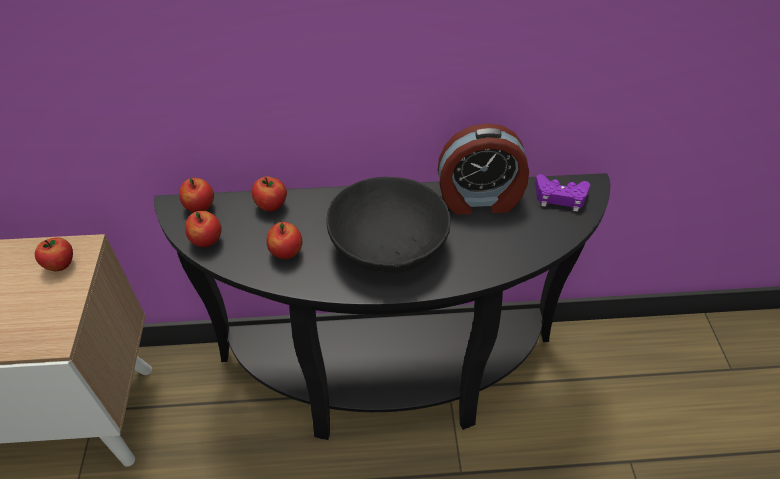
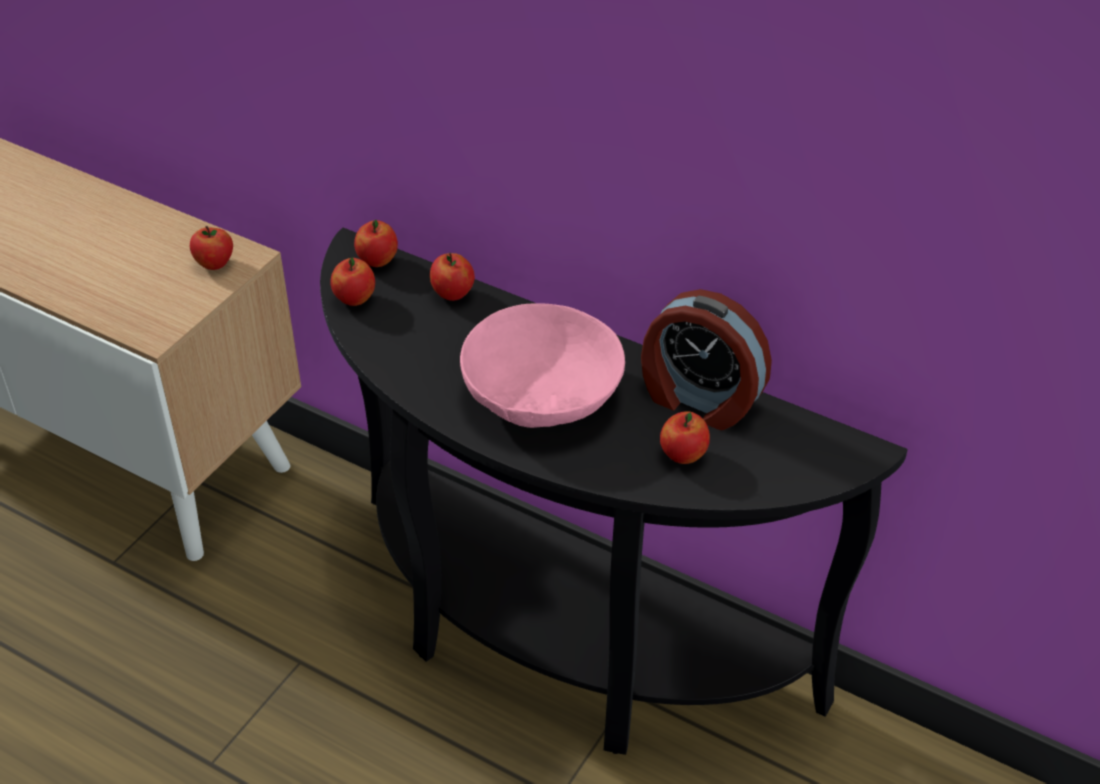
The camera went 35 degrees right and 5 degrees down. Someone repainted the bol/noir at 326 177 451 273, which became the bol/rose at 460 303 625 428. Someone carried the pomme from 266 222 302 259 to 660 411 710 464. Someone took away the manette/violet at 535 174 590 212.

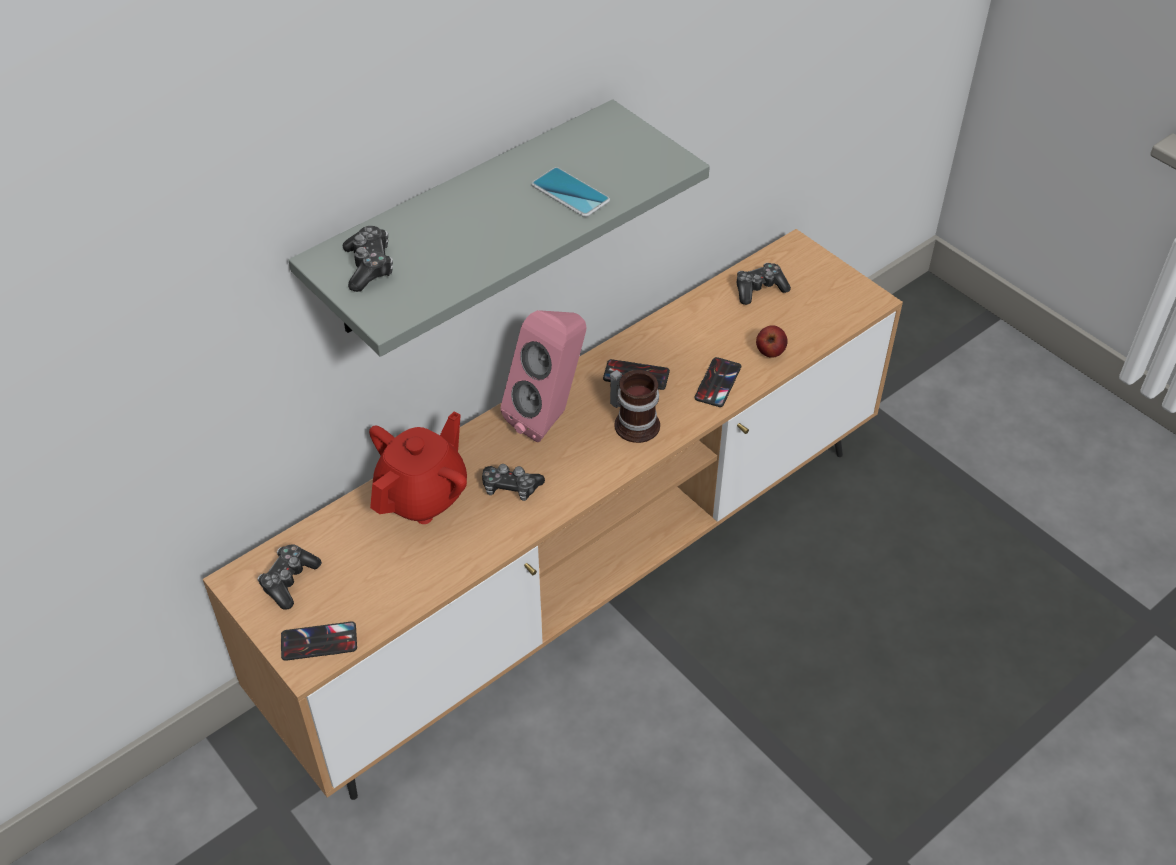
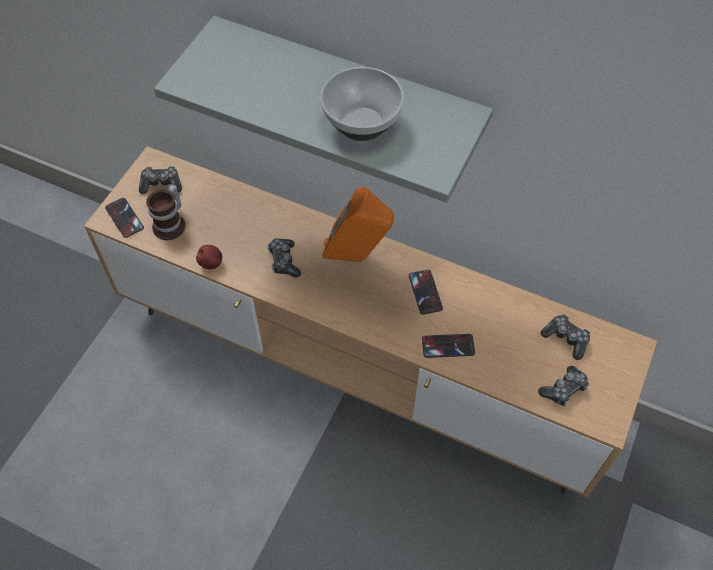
The camera went 65 degrees right and 10 degrees up. Someone carried the mug from 610 370 660 443 to 146 184 186 240. Someone carried the pomme from 756 325 788 358 to 196 245 222 269. Someone swapped the téléphone at 532 167 610 217 for the bol at 320 67 404 141. Someone repainted the enceinte/rose at 501 310 587 442, which became the enceinte/orange at 322 187 394 262. Someone carried the manette from 343 226 393 292 to 538 366 589 406. Someone took away the théière/rouge at 369 412 467 524.

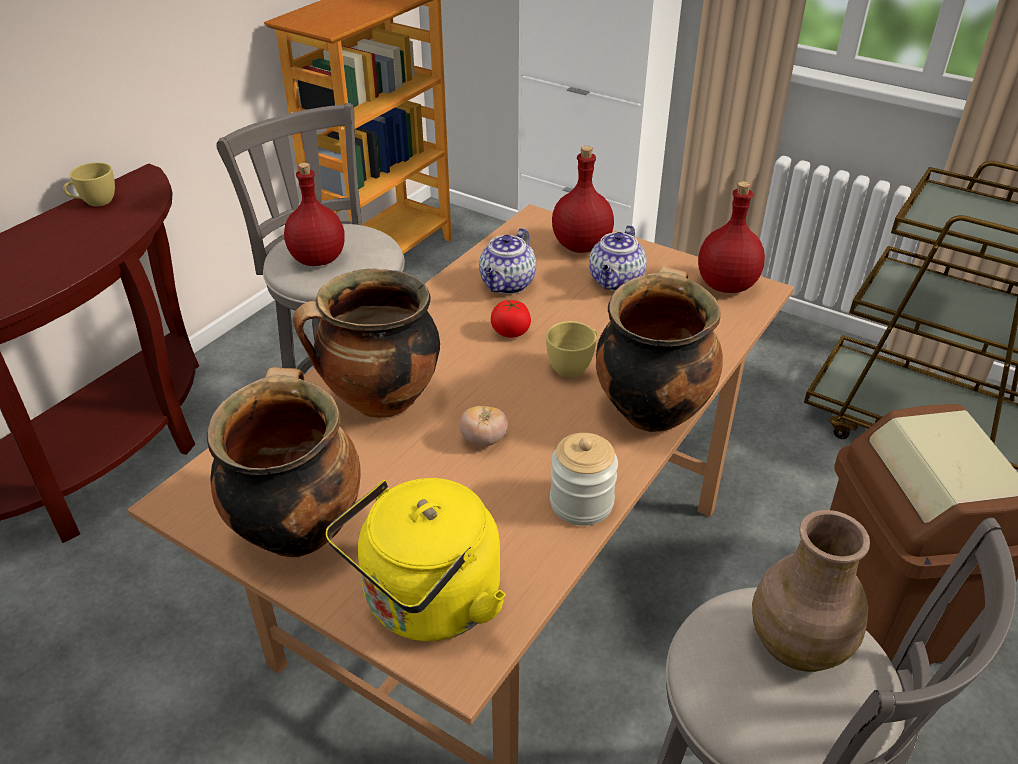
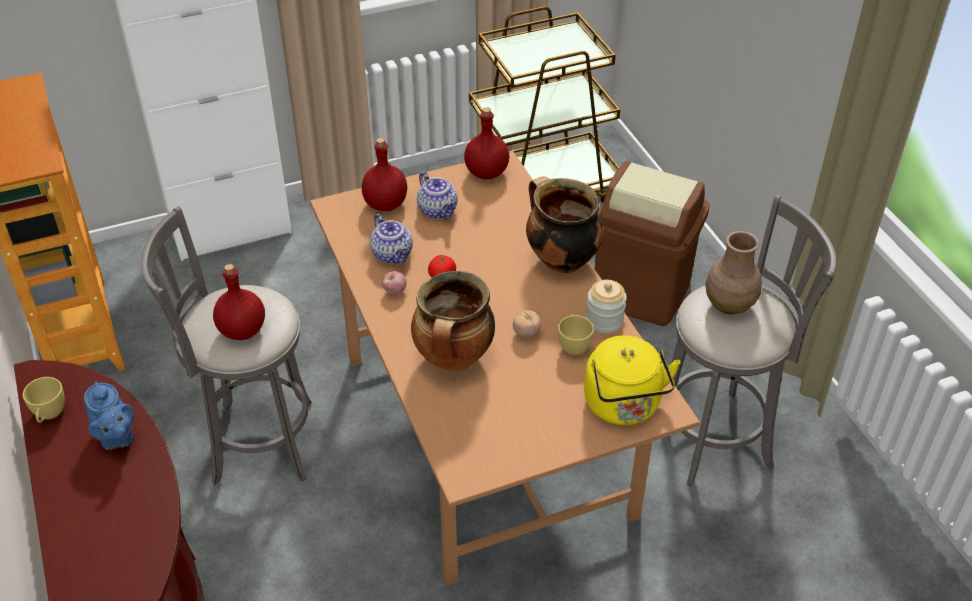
The camera went 55 degrees left and 5 degrees up. Someone put down the théière/bleu at 84 381 134 450. Someone put down the pomme at 382 271 407 294. Someone carried the tasse/jaune from 546 321 598 377 to 558 315 594 355. Someone took away the marmite at 207 367 361 558.

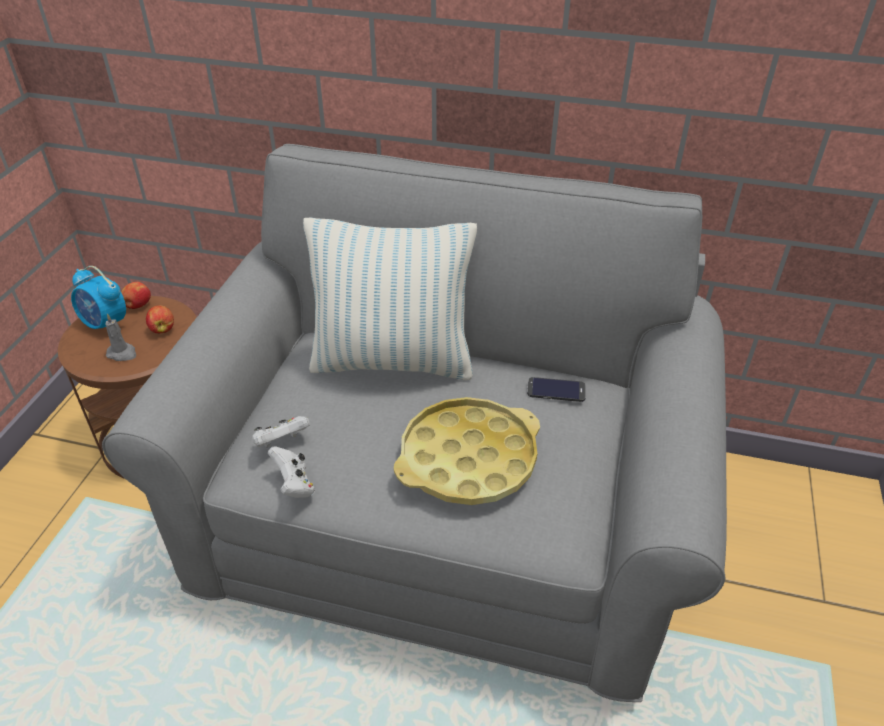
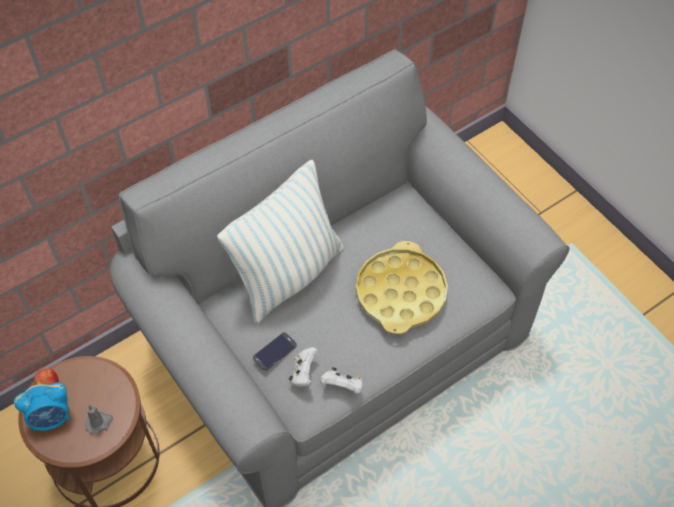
The camera went 50 degrees left and 15 degrees up. Someone carried the téléphone from 527 377 586 402 to 253 332 297 370. Someone took away the pomme at 146 305 174 334.

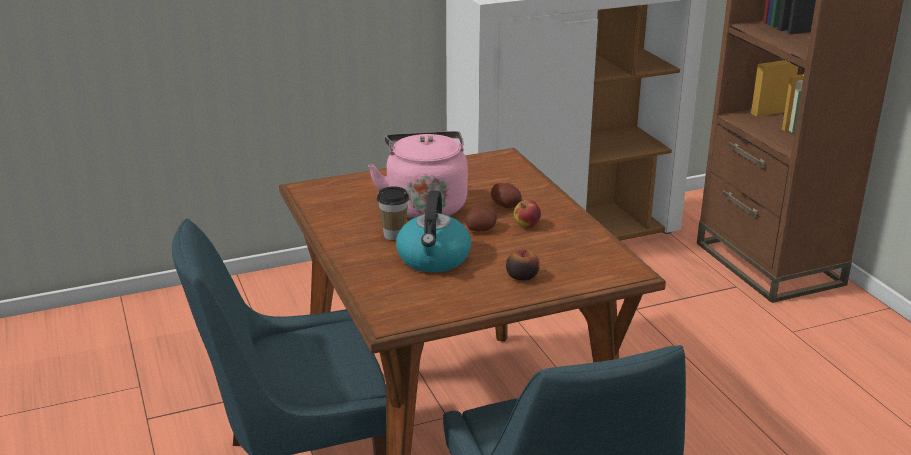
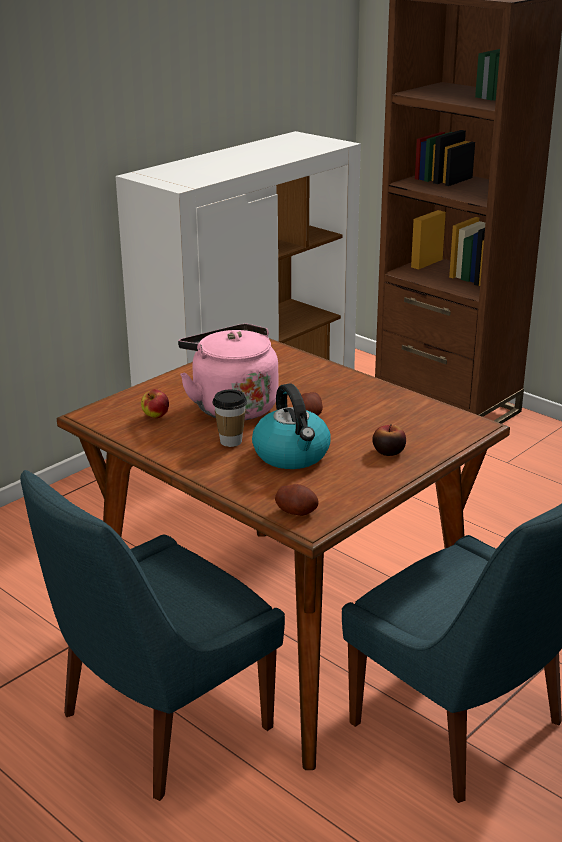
The camera went 25 degrees left and 0 degrees up. Someone carried the pomme from 514 200 541 228 to 141 389 169 418. Someone carried the pomme de terre from 491 183 522 208 to 275 484 319 516.

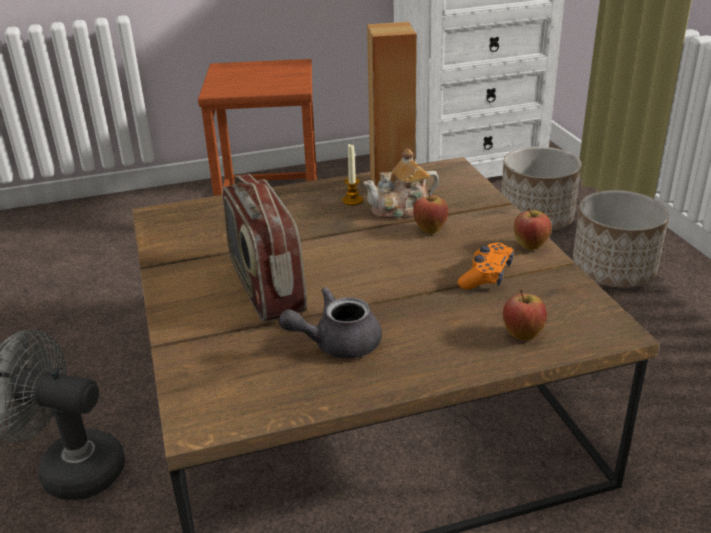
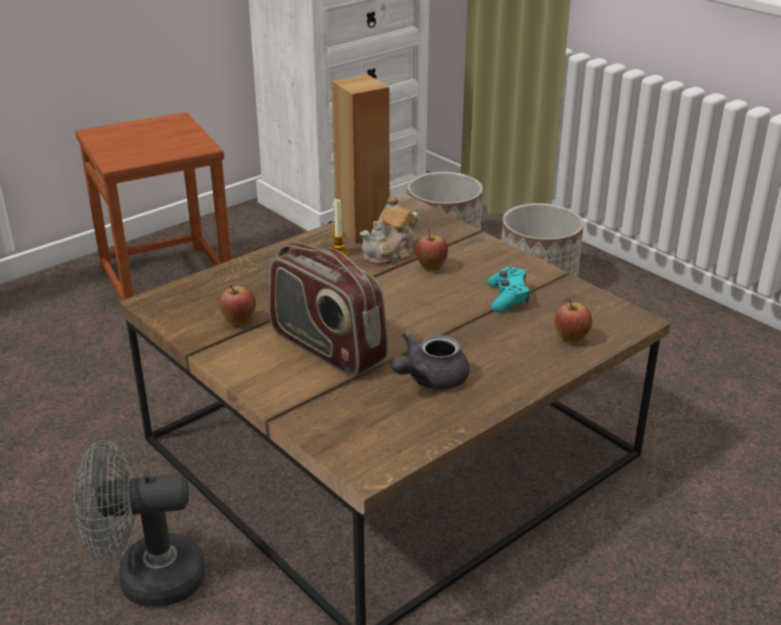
The camera went 25 degrees left and 0 degrees up. Someone carried the pomme from 514 207 552 250 to 219 285 256 325. Someone repainted the manette/orange at 458 243 514 289, which became the manette/turquoise at 487 267 530 312.

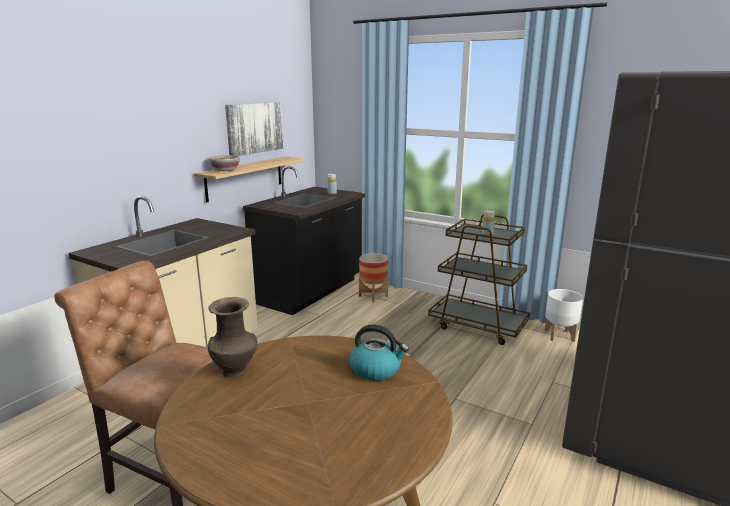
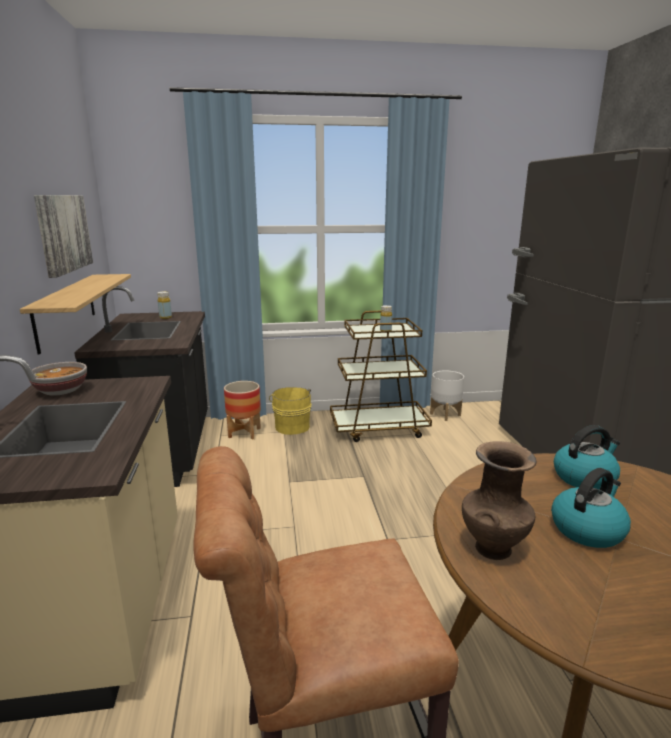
The camera went 40 degrees left and 0 degrees up. Someone carried the bol from 209 155 240 171 to 29 362 87 396. Someone put down the seau/jaune at 269 387 312 435. Someone put down the bouilloire at 551 468 631 548.

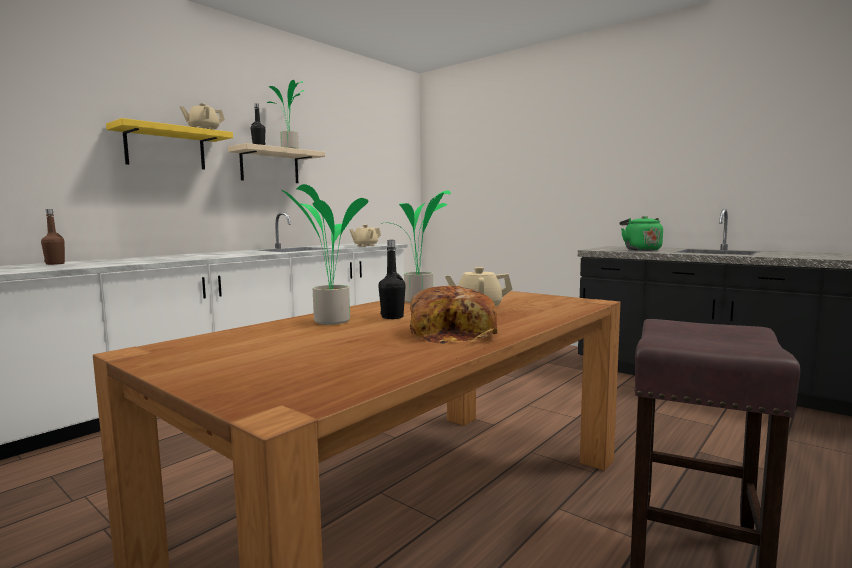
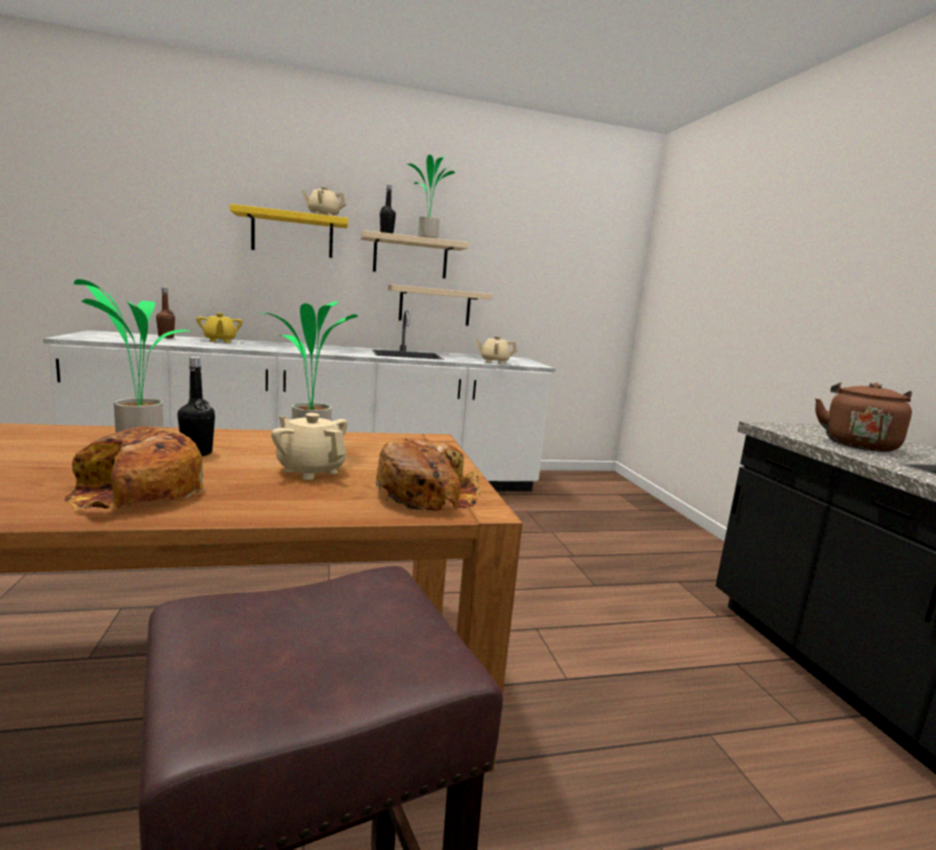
The camera went 35 degrees right and 5 degrees up. Someone put down the théière/jaune at 196 313 243 343. Someone put down the pain at 376 438 481 511. Someone put up the étagère/beige at 388 285 492 326. Someone repainted the bouilloire/vert at 619 216 663 251, which became the bouilloire/marron at 815 383 912 452.

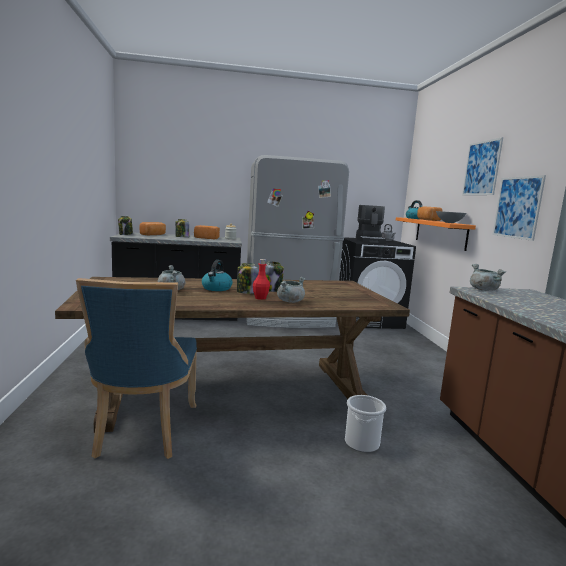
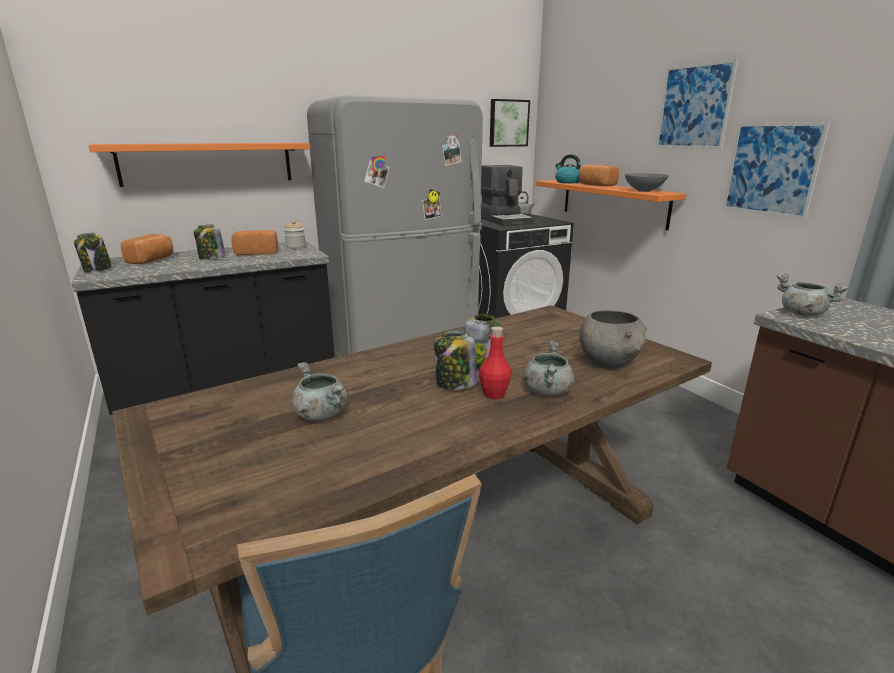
The camera went 20 degrees left and 10 degrees up. Someone put up the étagère/orange at 88 143 311 187. Someone put up the tableau at 490 99 530 147. Someone put down the bol/gris at 579 310 647 369. Someone took away the bouilloire at 202 260 233 291. Someone took away the seau at 345 395 386 453.

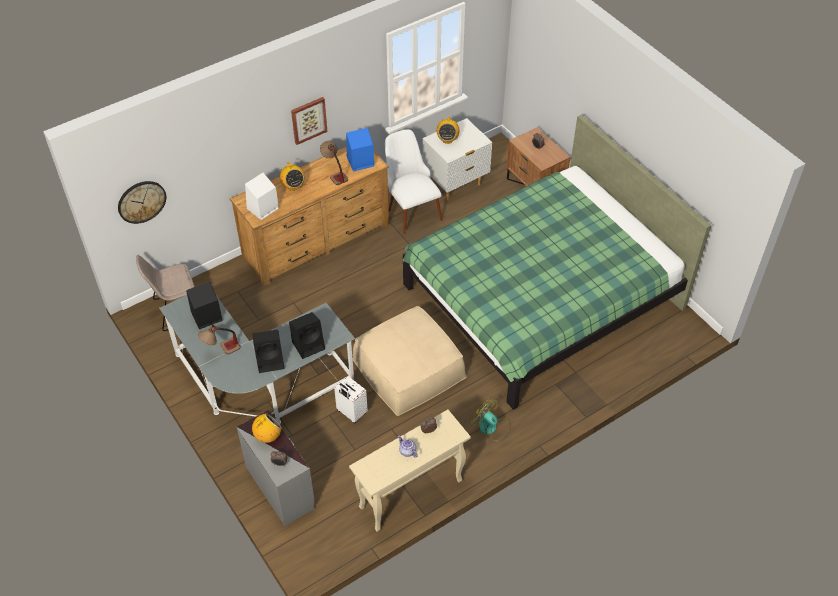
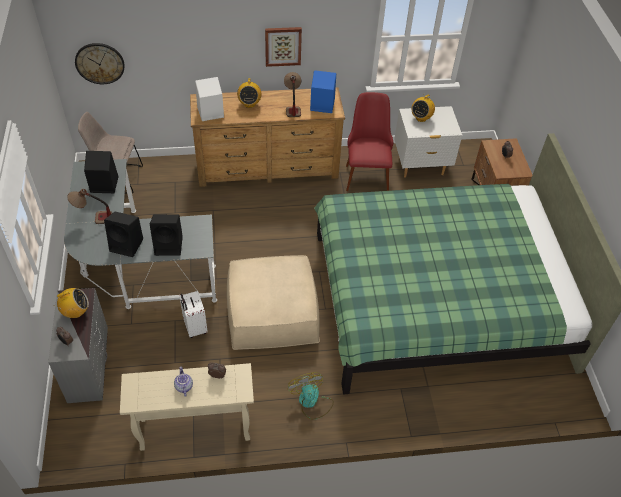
The camera went 25 degrees right and 0 degrees up. Someone repainted the chaise/blanc at 385 130 442 234, which became the chaise/rouge at 346 92 393 191.

